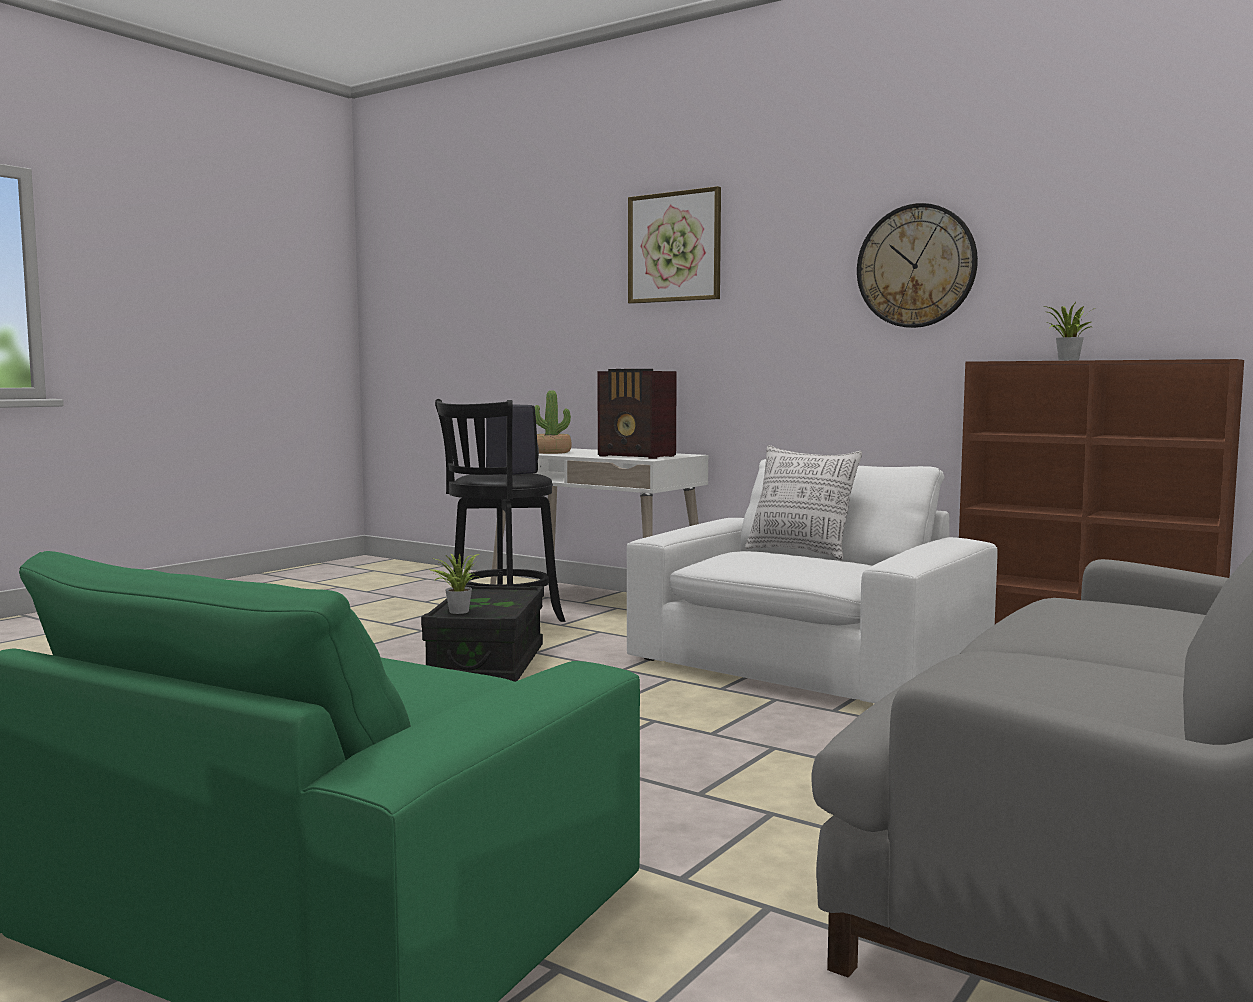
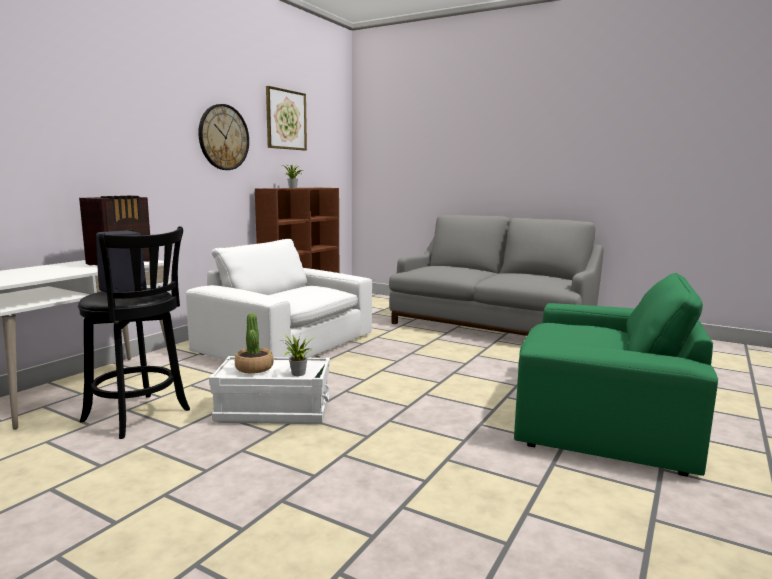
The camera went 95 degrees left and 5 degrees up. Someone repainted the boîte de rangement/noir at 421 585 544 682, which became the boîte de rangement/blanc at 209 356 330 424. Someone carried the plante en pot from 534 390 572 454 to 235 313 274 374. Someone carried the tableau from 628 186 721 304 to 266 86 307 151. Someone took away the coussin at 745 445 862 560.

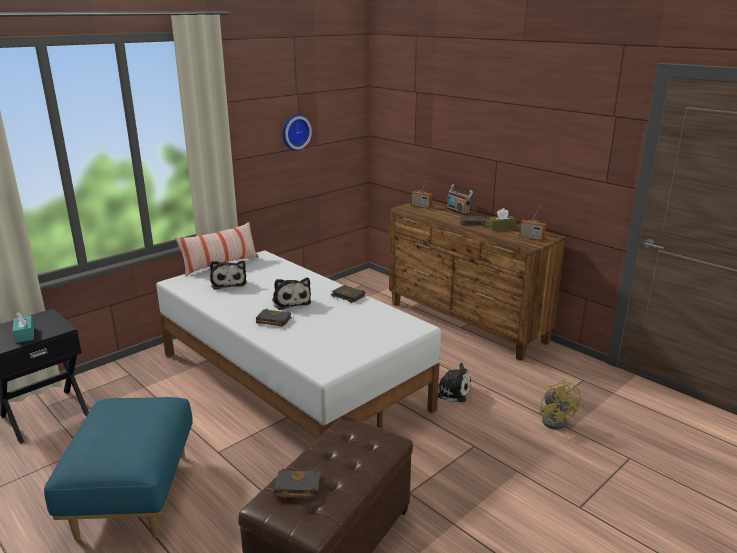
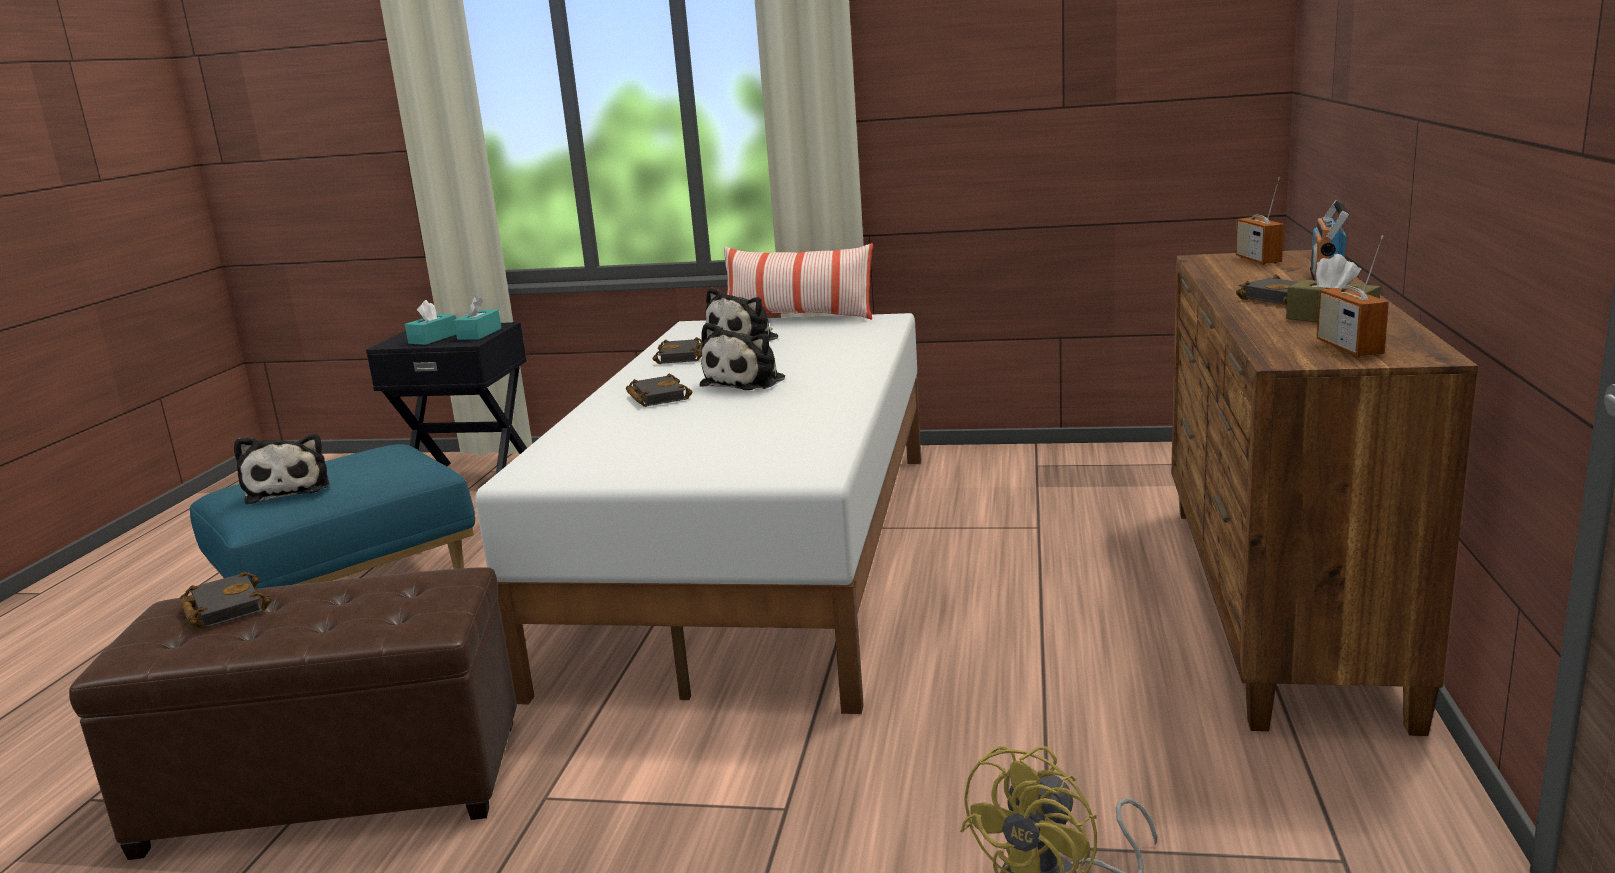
The camera went 55 degrees right and 5 degrees down. Someone carried the peluche from 425 363 471 402 to 234 434 330 504. Someone put down the boîte à mouchoirs/turquoise at 454 296 501 340. Someone carried the livre/noir from 331 285 366 303 to 653 337 702 364. Someone took away the horloge murale at 282 114 312 151.

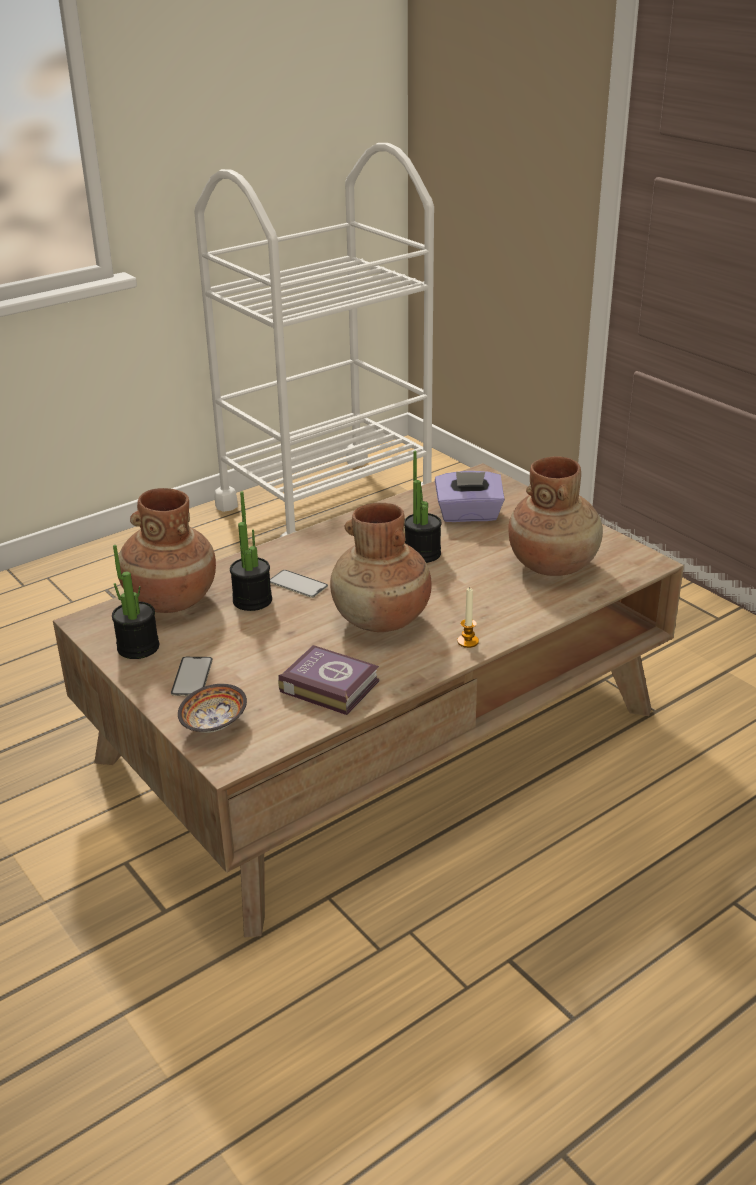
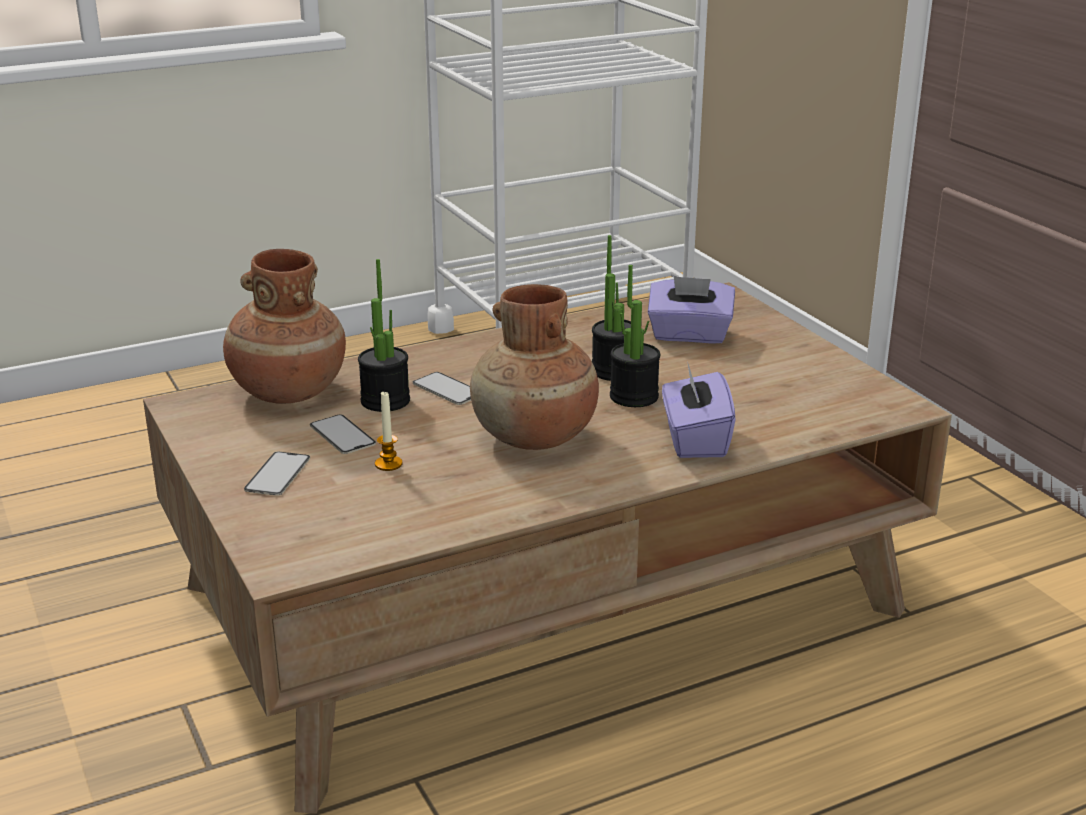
The camera went 10 degrees right and 5 degrees down. Someone put down the téléphone at 310 414 376 454. Someone carried the bougie from 457 588 479 648 to 375 390 402 471. Someone carried the plante en pot from 112 545 159 659 to 610 265 660 407. Someone put down the boîte à mouchoirs/violet at 662 364 736 458. Someone took away the bol at 178 684 247 733. Someone took away the livre at 278 645 380 715. Someone took away the vase/marron at 508 456 603 576.

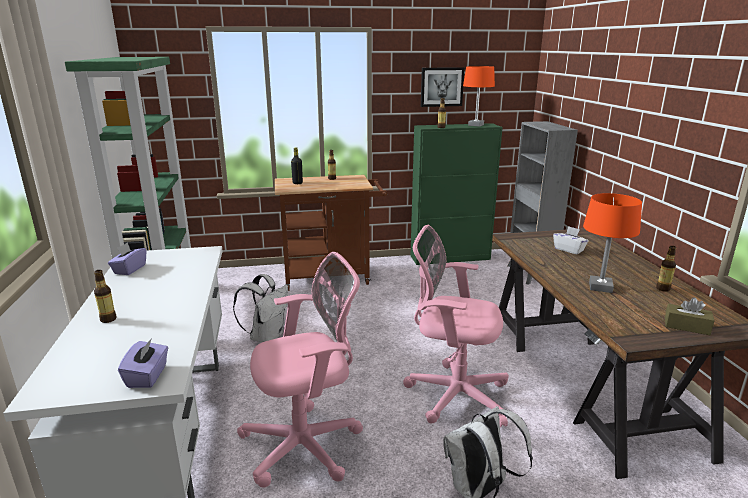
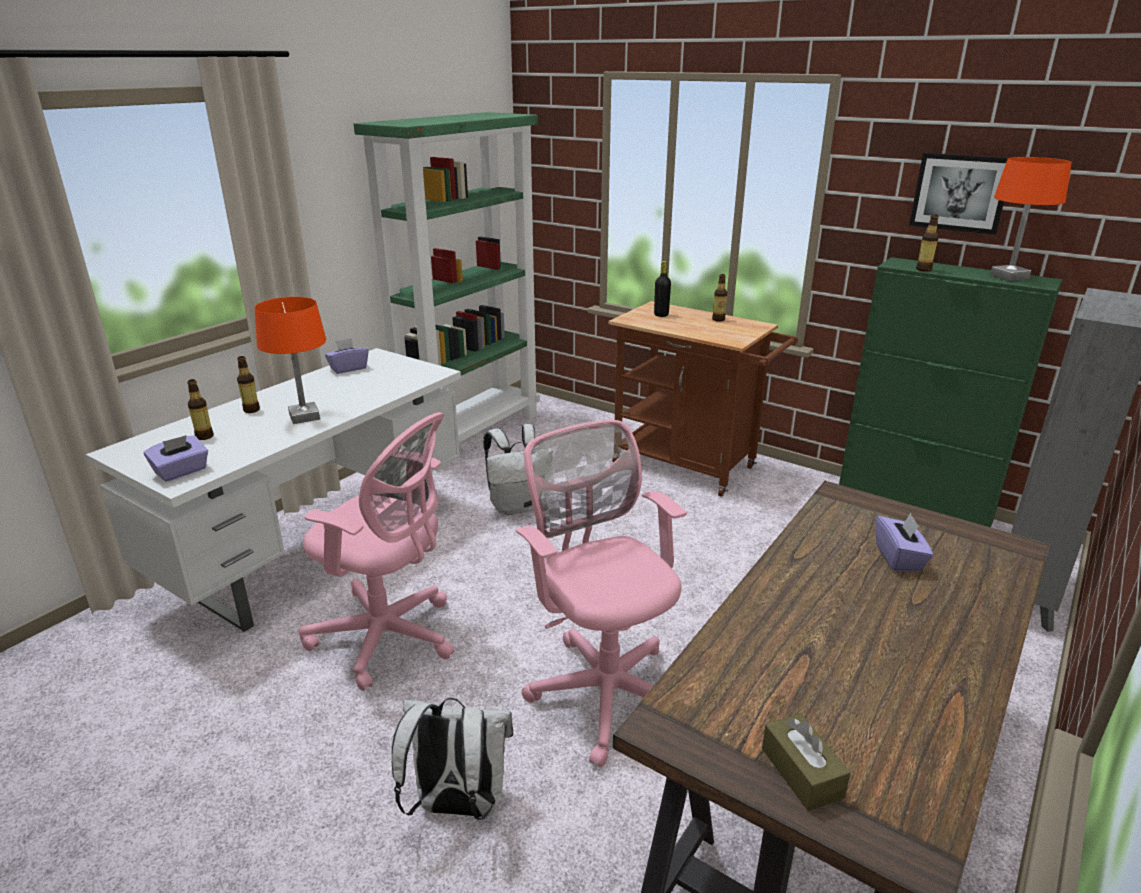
The camera went 45 degrees right and 5 degrees up. Someone carried the bouteille from 656 246 676 292 to 187 379 214 440. Someone carried the lampe de table/orange from 583 193 642 293 to 254 297 326 424. Someone repainted the boîte à mouchoirs/blanc at 553 226 588 254, which became the boîte à mouchoirs/violet at 876 513 933 571.

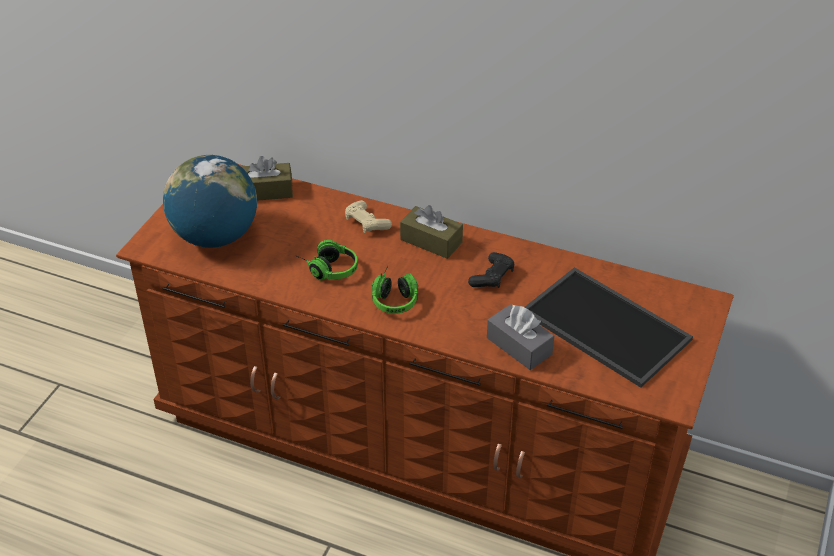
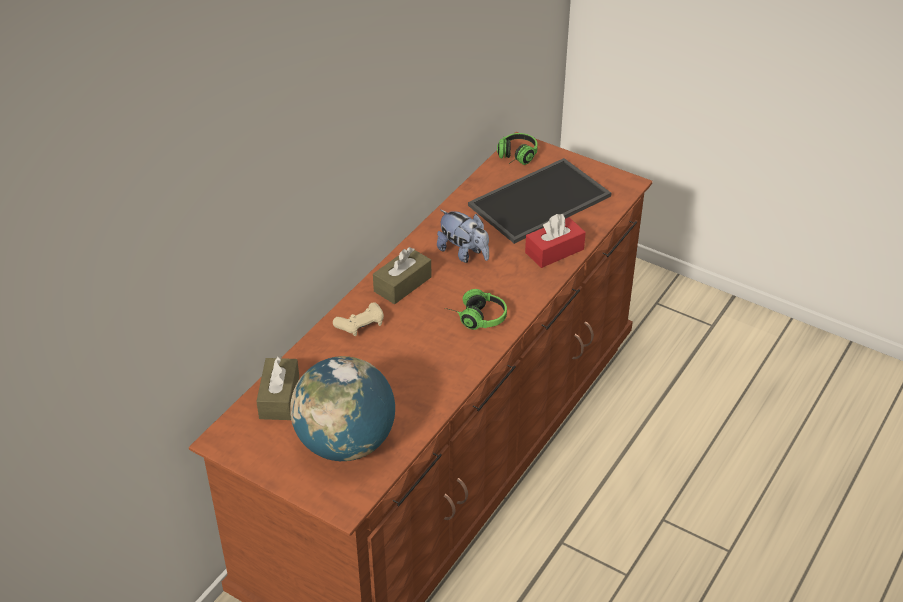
The camera went 80 degrees left and 0 degrees up. Someone swapped the manette/noir at 468 252 514 288 for the peluche at 437 210 489 263. Someone carried the casque audio from 295 240 358 280 to 497 133 537 165. Someone repainted the boîte à mouchoirs/gris at 487 304 554 370, which became the boîte à mouchoirs/rouge at 525 214 586 268.

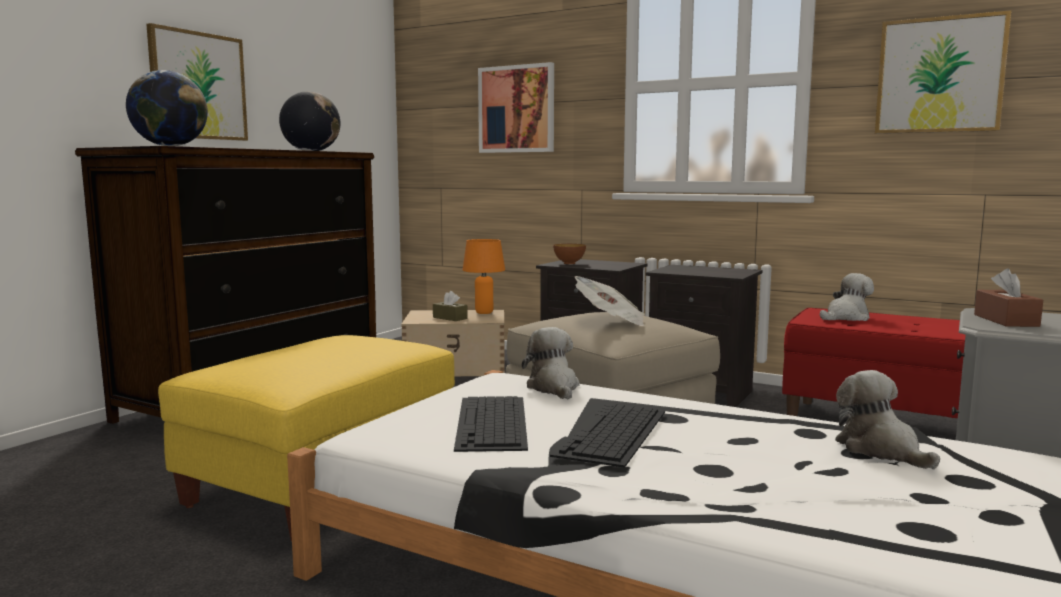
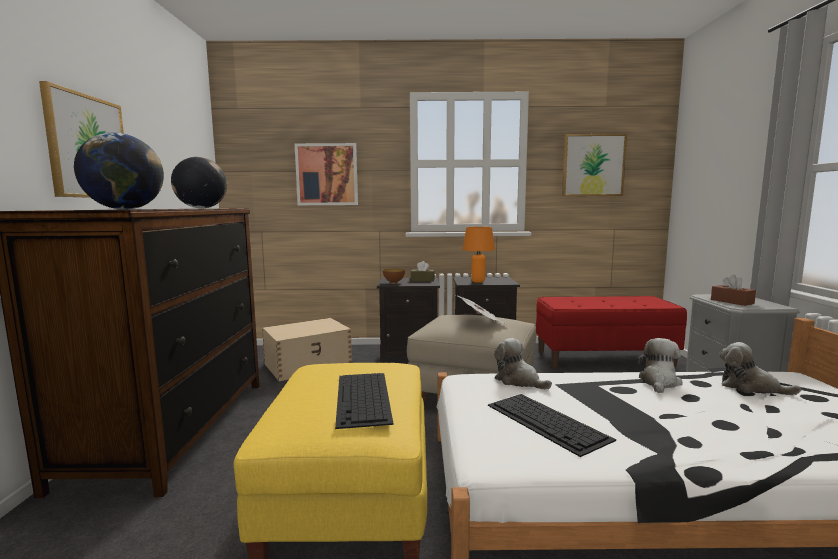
The camera went 30 degrees left and 0 degrees up. Someone carried the clavier from 550 403 665 468 to 335 373 393 429. Someone carried the boîte à mouchoirs/marron from 433 291 468 321 to 411 261 435 281. Someone carried the lampe de table/orange from 462 239 505 314 to 463 227 495 283. Someone carried the peluche from 820 273 874 321 to 637 338 683 393.

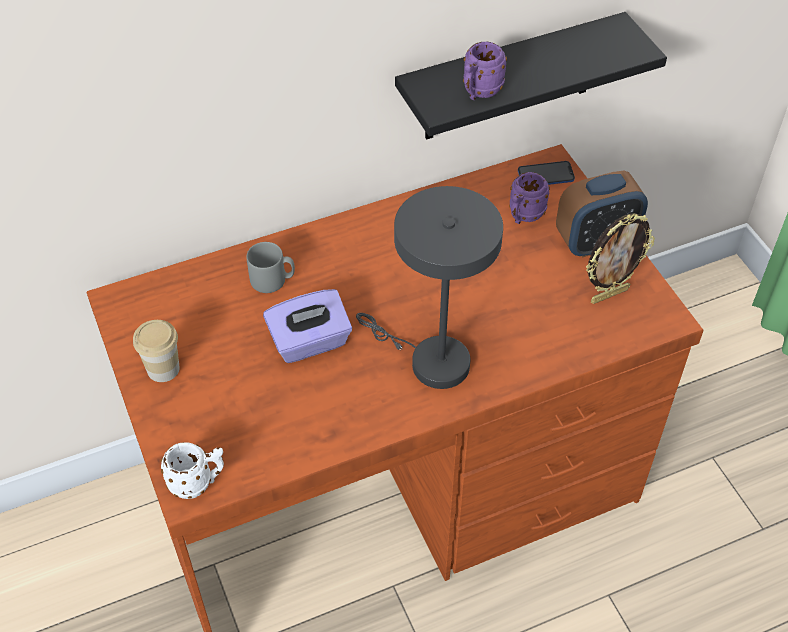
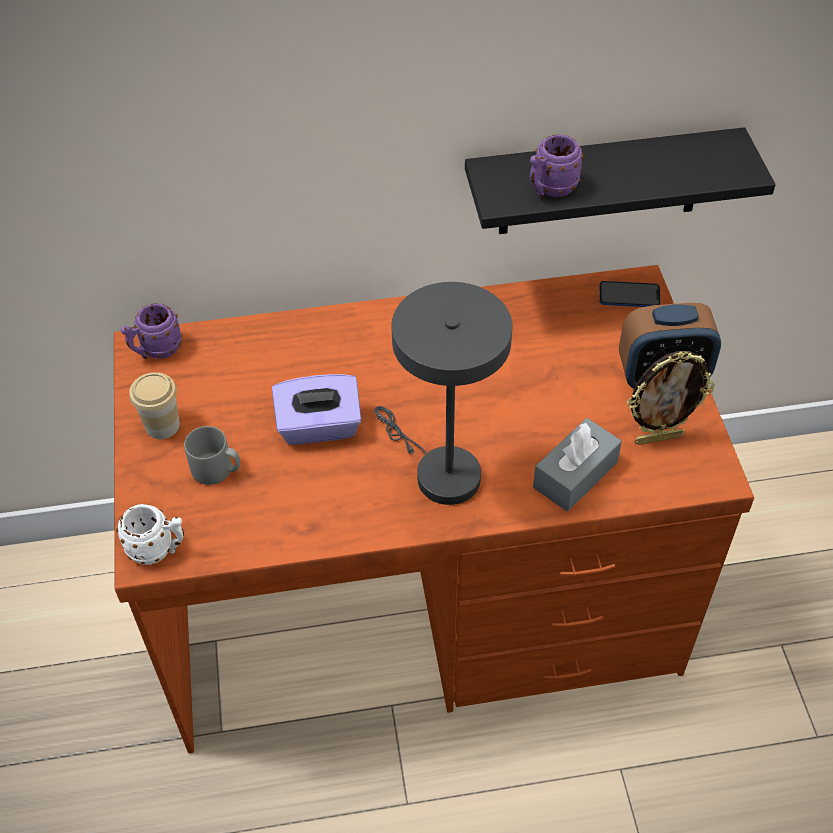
The camera went 15 degrees right and 0 degrees up. Someone carried the mug/violet from 509 172 550 224 to 121 303 182 359. Someone carried the mug/gris from 246 242 295 293 to 184 426 240 485. Someone put down the boîte à mouchoirs/gris at 533 418 622 511.

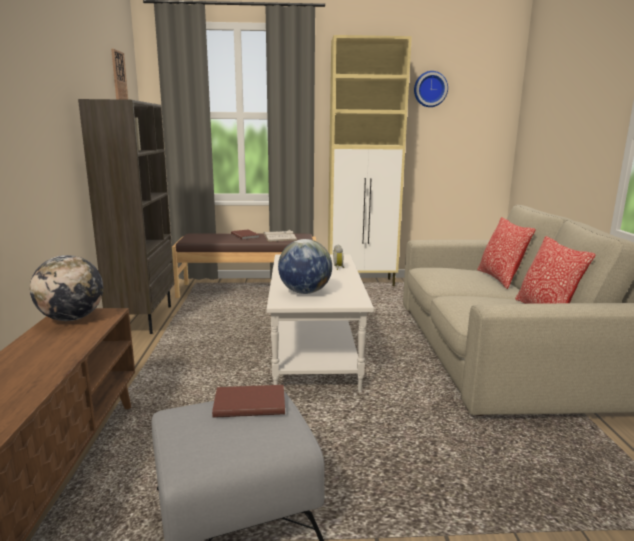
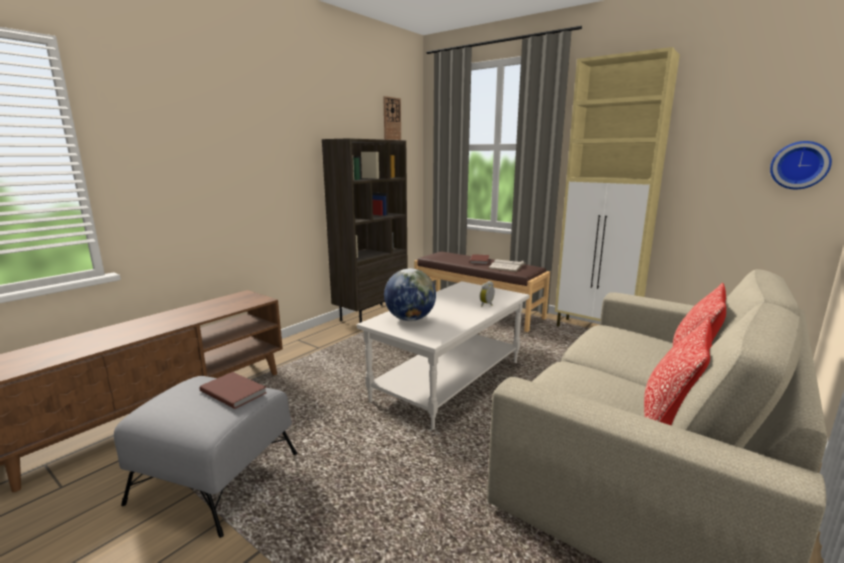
The camera went 40 degrees right and 0 degrees up. Someone carried the horloge murale from 414 71 448 107 to 770 141 832 189. Someone took away the globe at 30 255 103 321.

